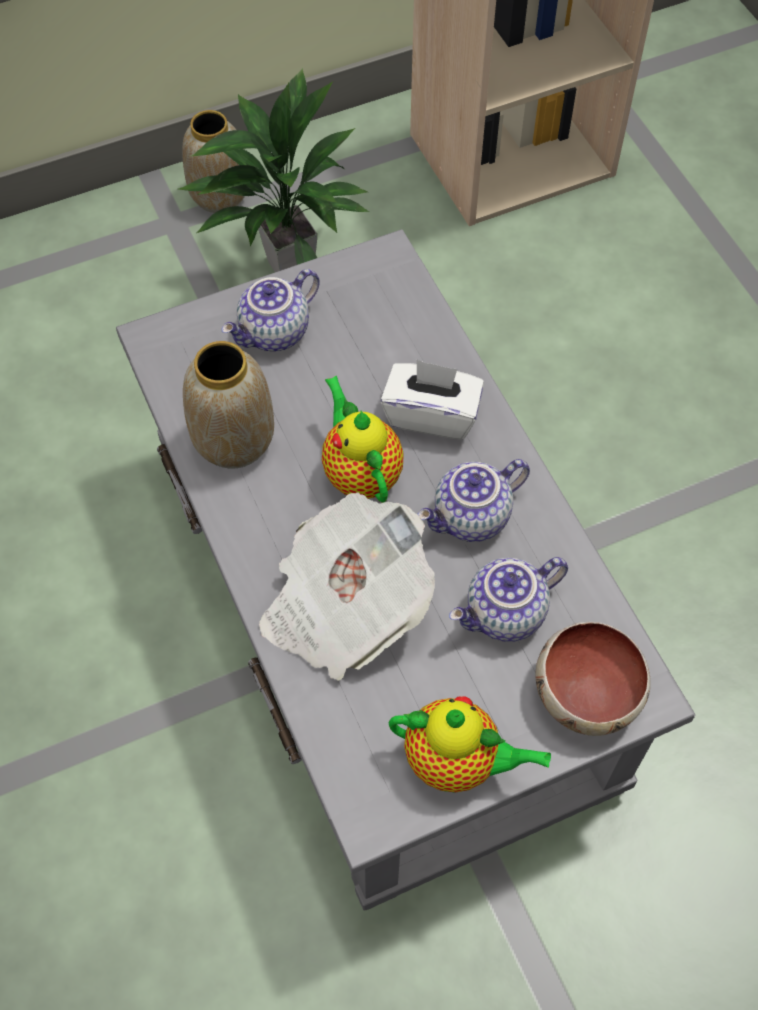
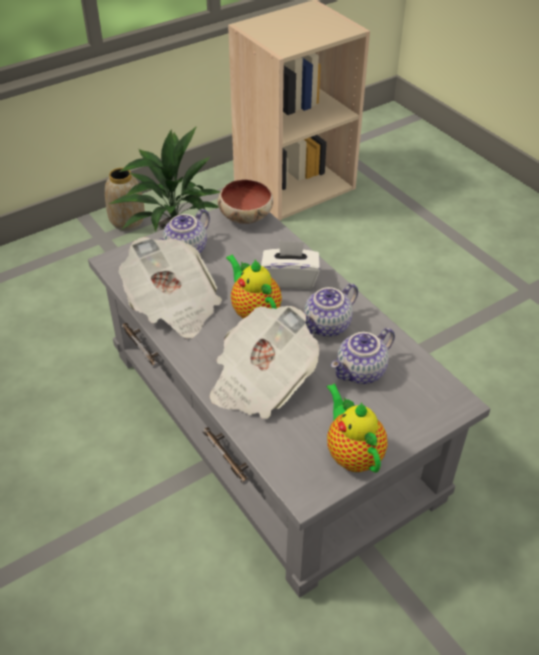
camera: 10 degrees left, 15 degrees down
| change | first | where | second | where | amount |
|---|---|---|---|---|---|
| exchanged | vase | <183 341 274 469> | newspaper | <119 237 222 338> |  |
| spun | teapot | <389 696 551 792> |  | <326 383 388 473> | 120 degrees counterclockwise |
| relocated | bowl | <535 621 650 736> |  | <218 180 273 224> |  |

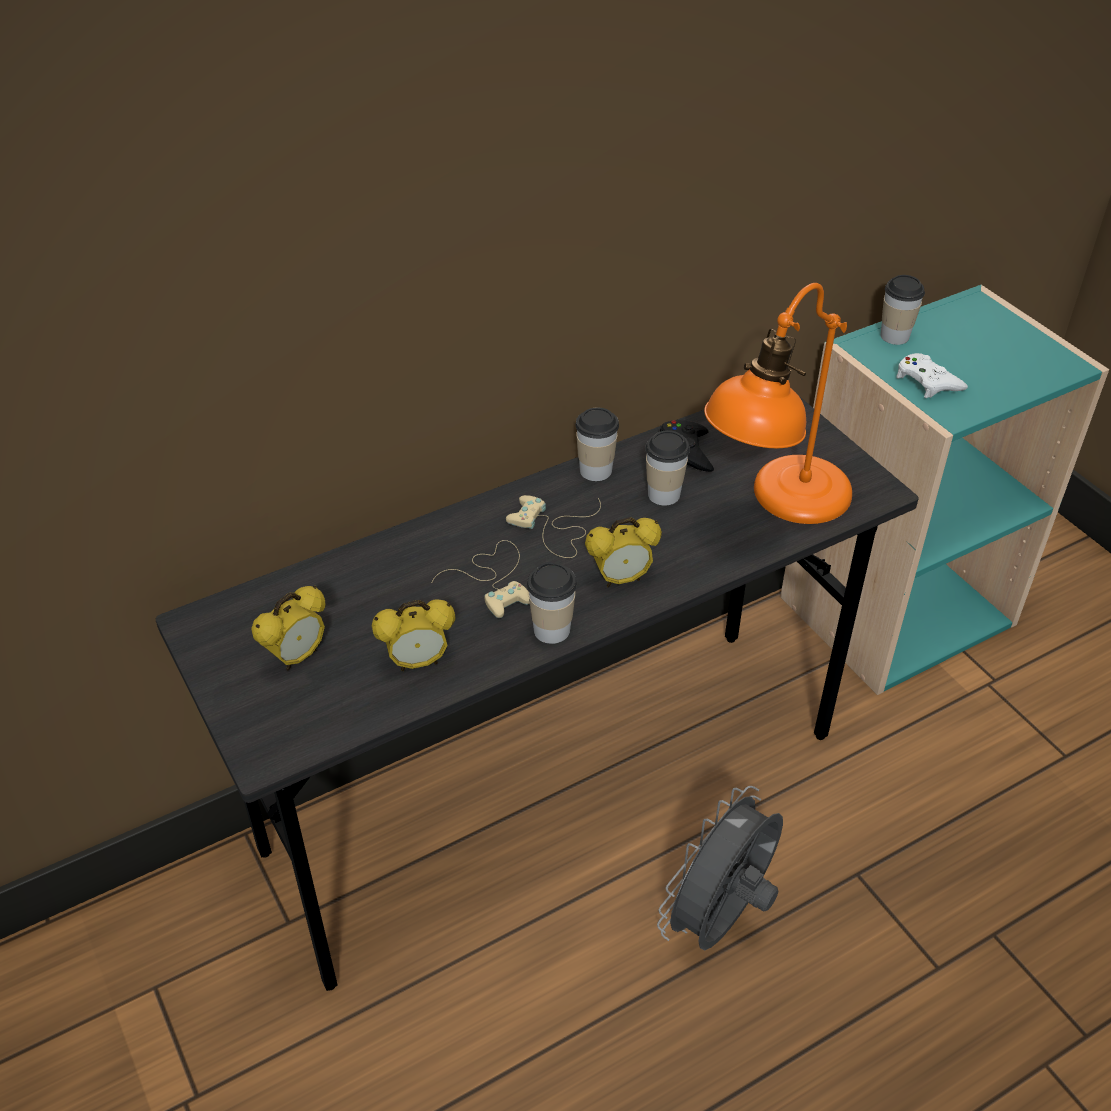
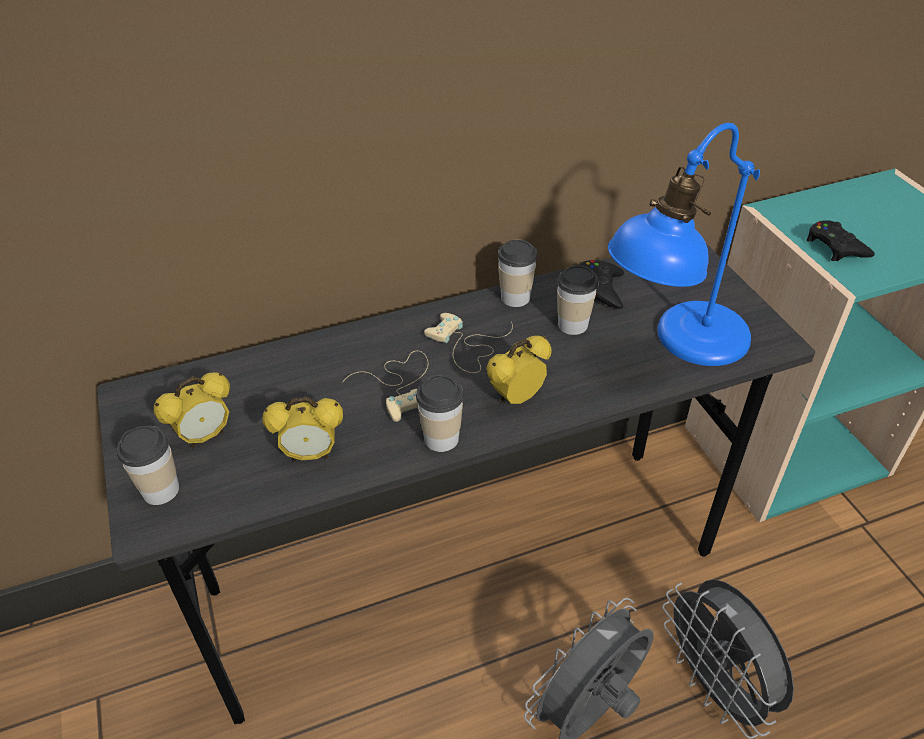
camera: 10 degrees right, 0 degrees up
| change | first | where | second | where | amount |
|---|---|---|---|---|---|
| spun | alarm clock | <585 517 662 587> |  | <486 336 552 404> | 150 degrees clockwise |
| colour | orange table lamp | <704 283 852 524> | blue table lamp | <608 123 760 366> |  |
| relocated | cup | <880 275 925 345> |  | <117 426 179 505> |  |
| colour | white game controller | <896 353 968 398> | black game controller | <806 220 875 261> |  |
| appeared |  |  | grey fan | <662 579 794 739> |  |

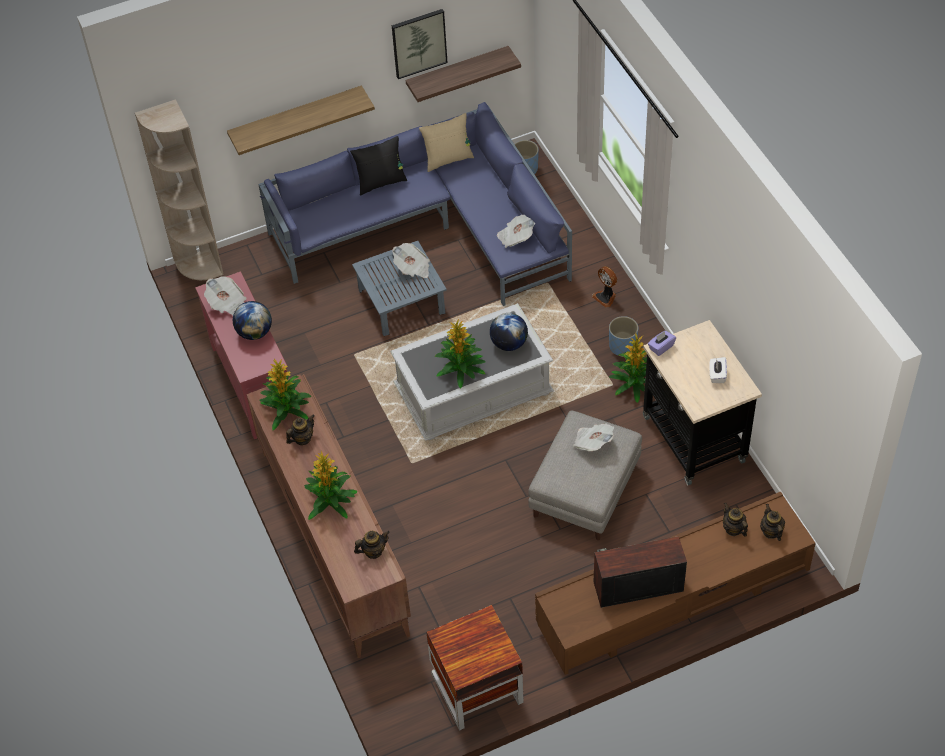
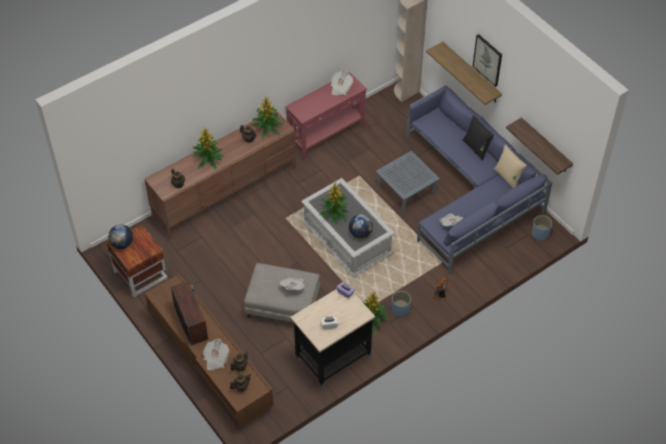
camera: 75 degrees right, 0 degrees up
| change | first | where | second | where | amount |
|---|---|---|---|---|---|
| relocated | globe | <233 301 272 340> |  | <108 224 133 249> |  |
| relocated | picture | <392 9 448 79> |  | <472 34 502 87> |  |
| relocated | newspaper | <392 243 430 278> |  | <203 339 229 370> |  |

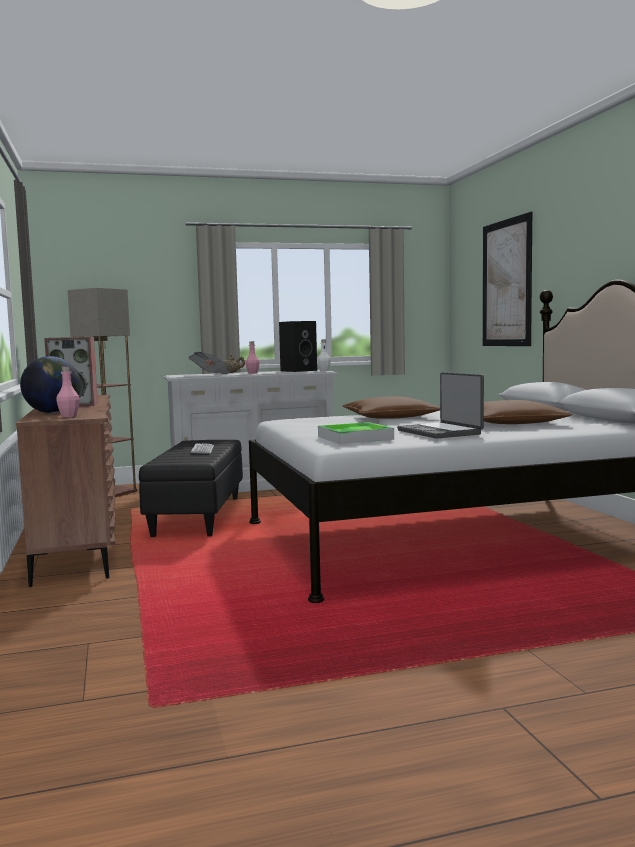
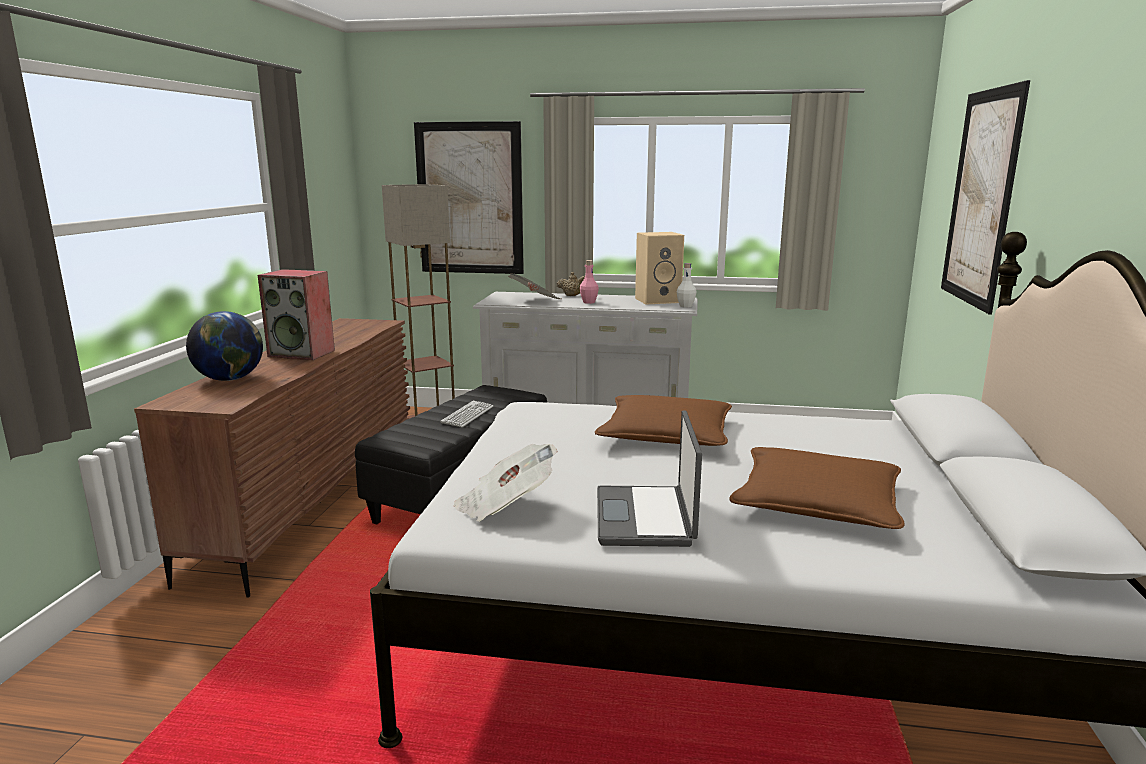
camera: 25 degrees right, 10 degrees up
| change | first | where | second | where | amount |
|---|---|---|---|---|---|
| missing | pink bottle | <56 366 80 417> |  |  |  |
| colour | black speaker | <279 321 317 372> | beige speaker | <635 232 684 305> |  |
| exchanged | tray | <318 422 394 444> | newspaper | <454 444 558 521> |  |
| appeared |  |  | picture | <414 121 524 274> |  |

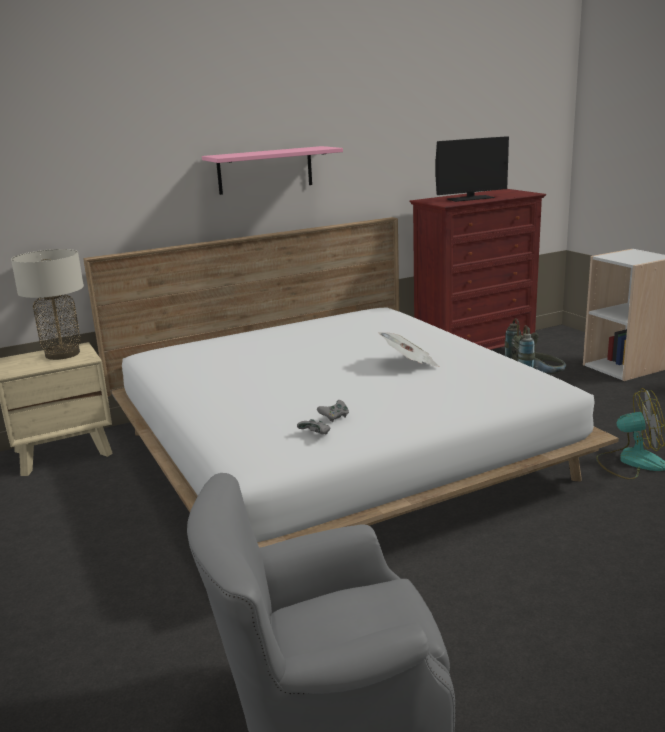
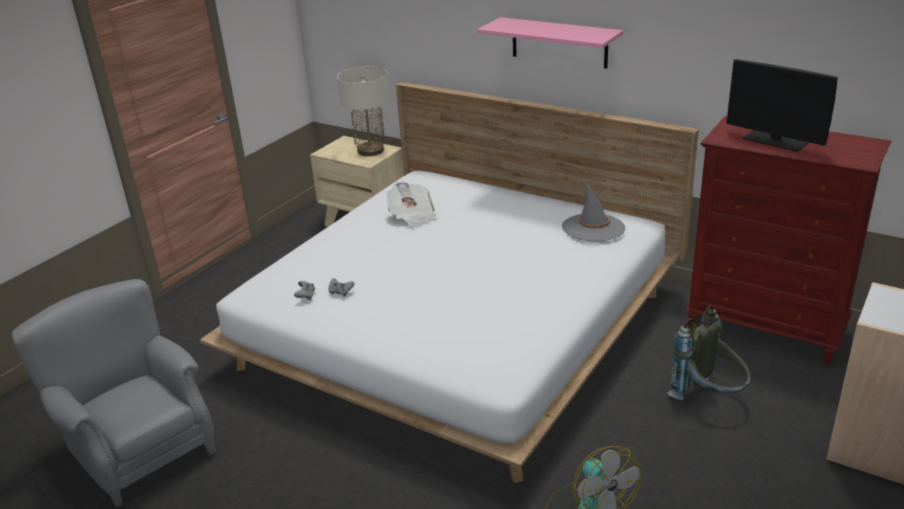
camera: 60 degrees right, 10 degrees up
| change | first | where | second | where | amount |
|---|---|---|---|---|---|
| relocated | newspaper | <378 332 440 367> |  | <386 181 436 229> |  |
| appeared |  |  | grey hat | <562 183 625 241> |  |

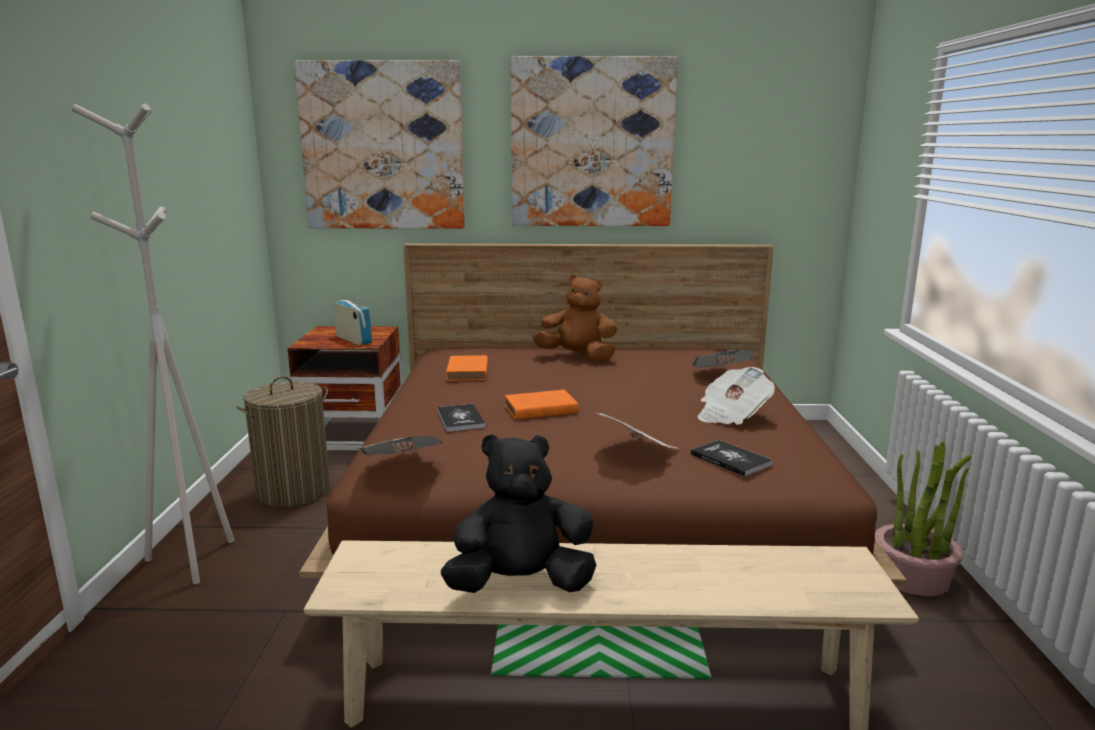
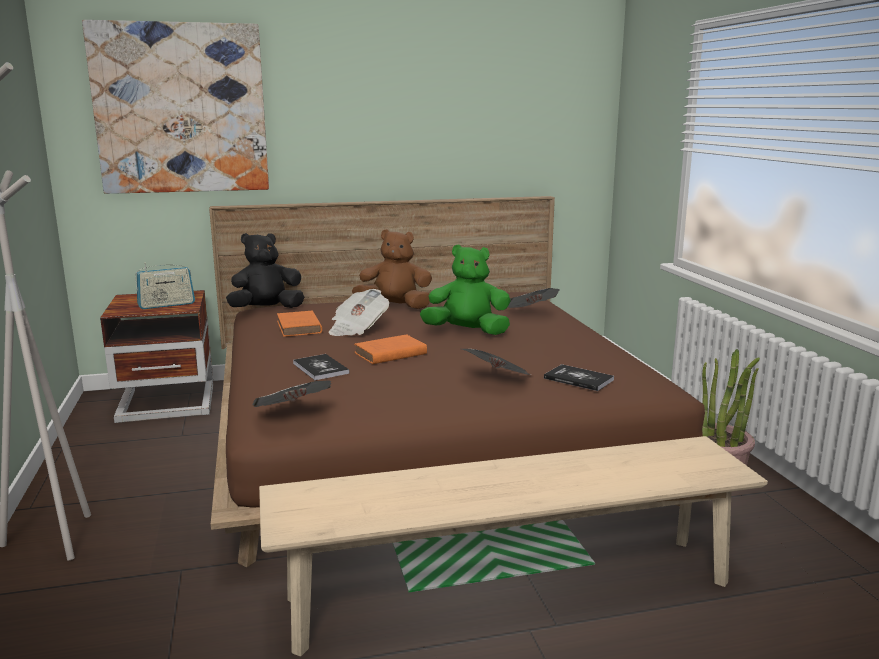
camera: 15 degrees left, 0 degrees up
| change | first | where | second | where | amount |
|---|---|---|---|---|---|
| missing | laundry basket | <236 376 330 507> |  |  |  |
| spun | radio | <334 298 372 345> |  | <135 262 195 309> | 120 degrees clockwise |
| relocated | black plush toy | <441 434 596 593> |  | <226 233 304 308> |  |
| missing | picture | <510 56 678 226> |  |  |  |
| relocated | newspaper | <698 367 775 425> |  | <329 289 389 336> |  |
| appeared |  |  | green plush toy | <420 245 511 335> |  |

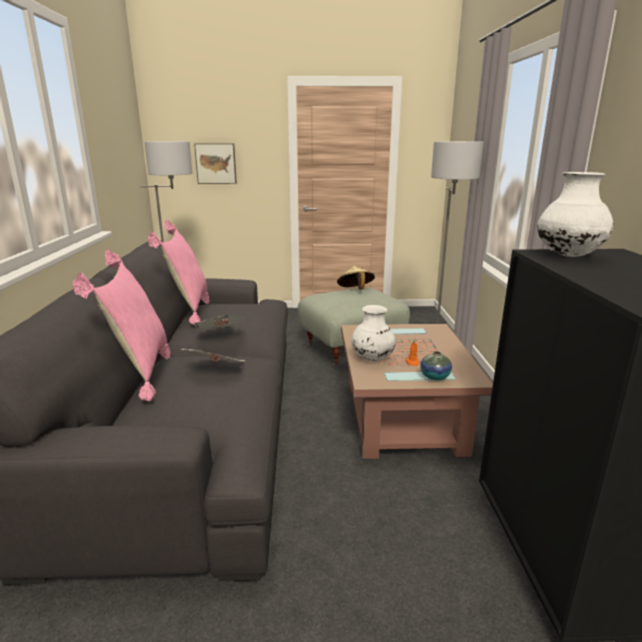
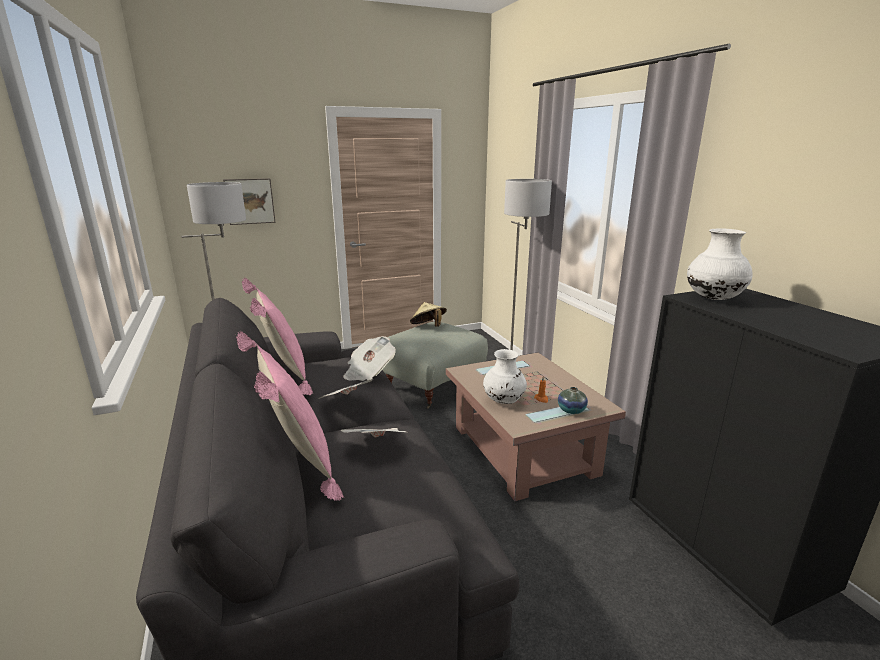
camera: 20 degrees left, 0 degrees up
| change | first | where | second | where | amount |
|---|---|---|---|---|---|
| appeared |  |  | newspaper | <343 336 396 381> |  |

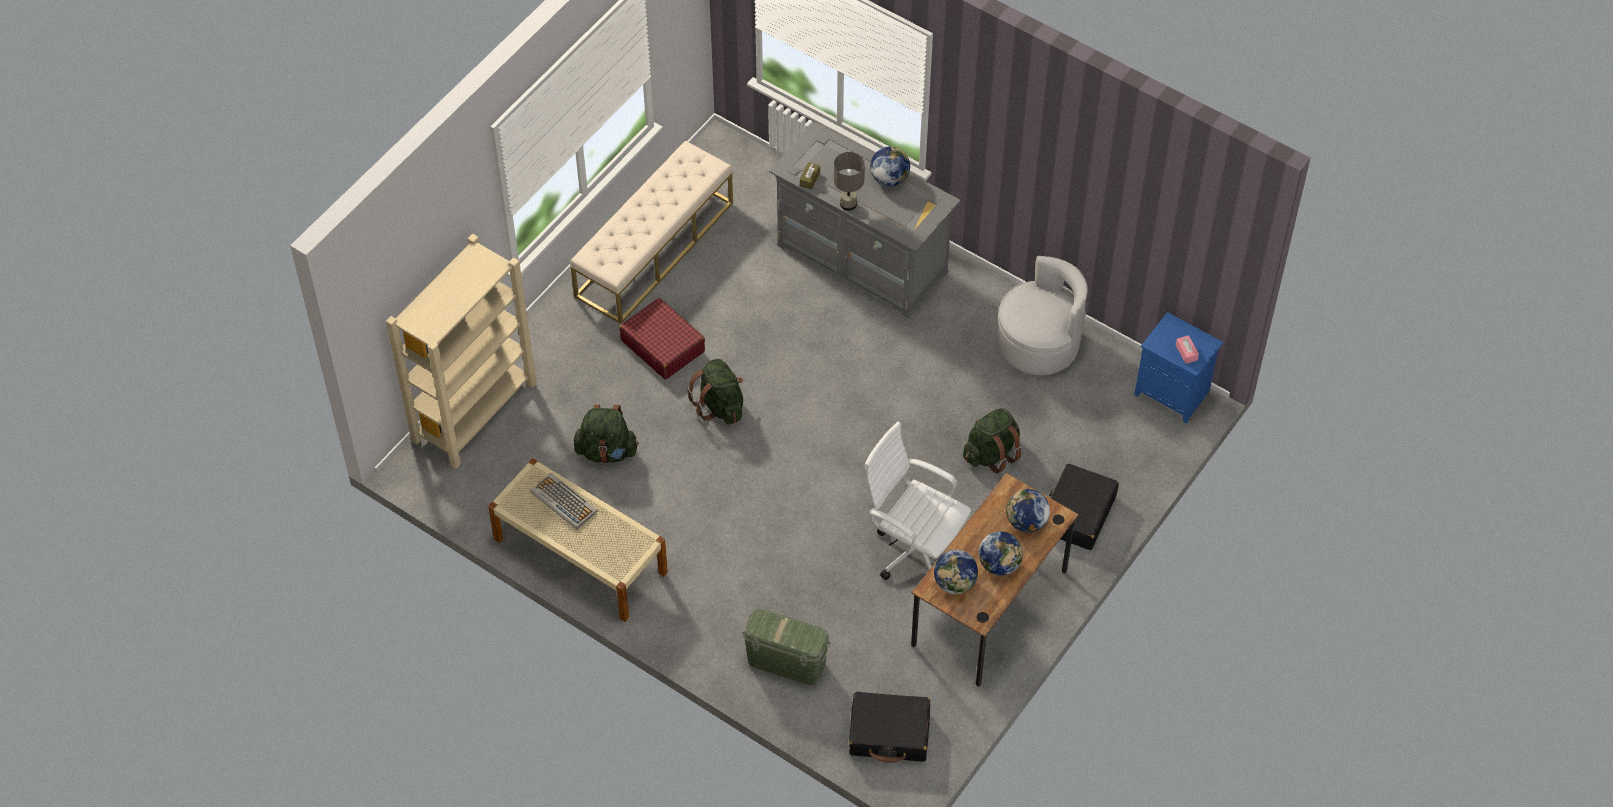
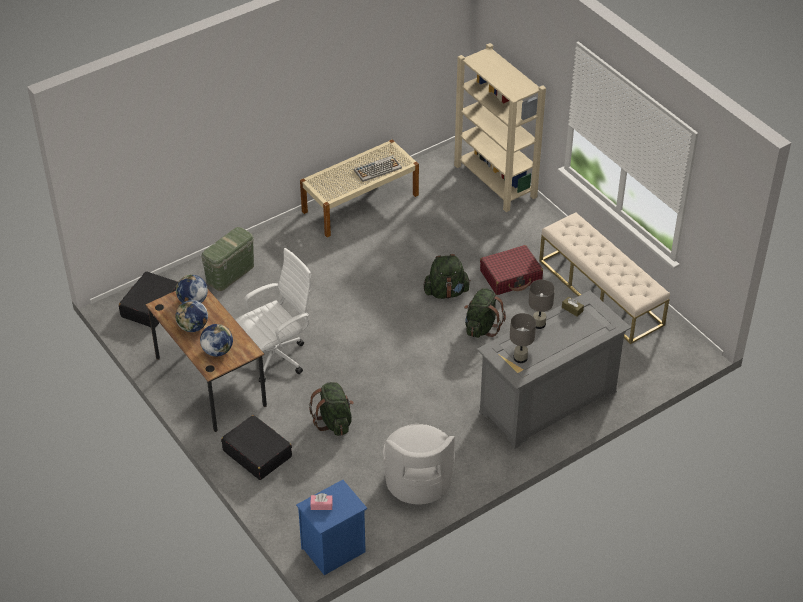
camera: 110 degrees right, 10 degrees down
| change | first | where | second | where | amount |
|---|---|---|---|---|---|
| relocated | green backpack | <573 405 639 463> |  | <464 288 506 338> |  |
| missing | globe | <870 146 910 187> |  |  |  |
| appeared |  |  | grey table lamp | <510 313 536 363> |  |

